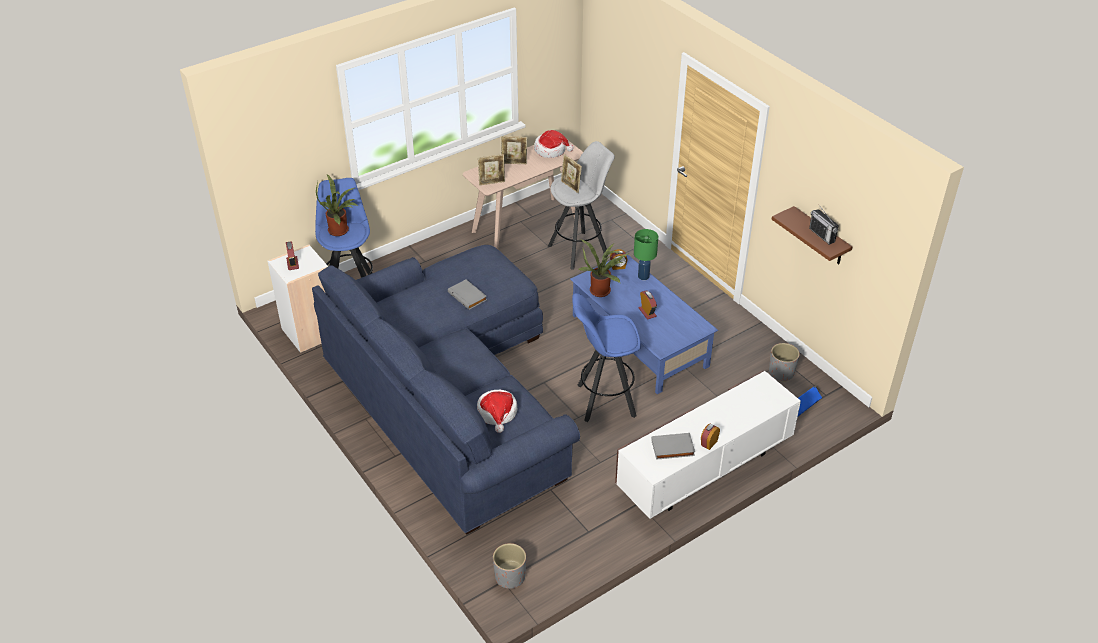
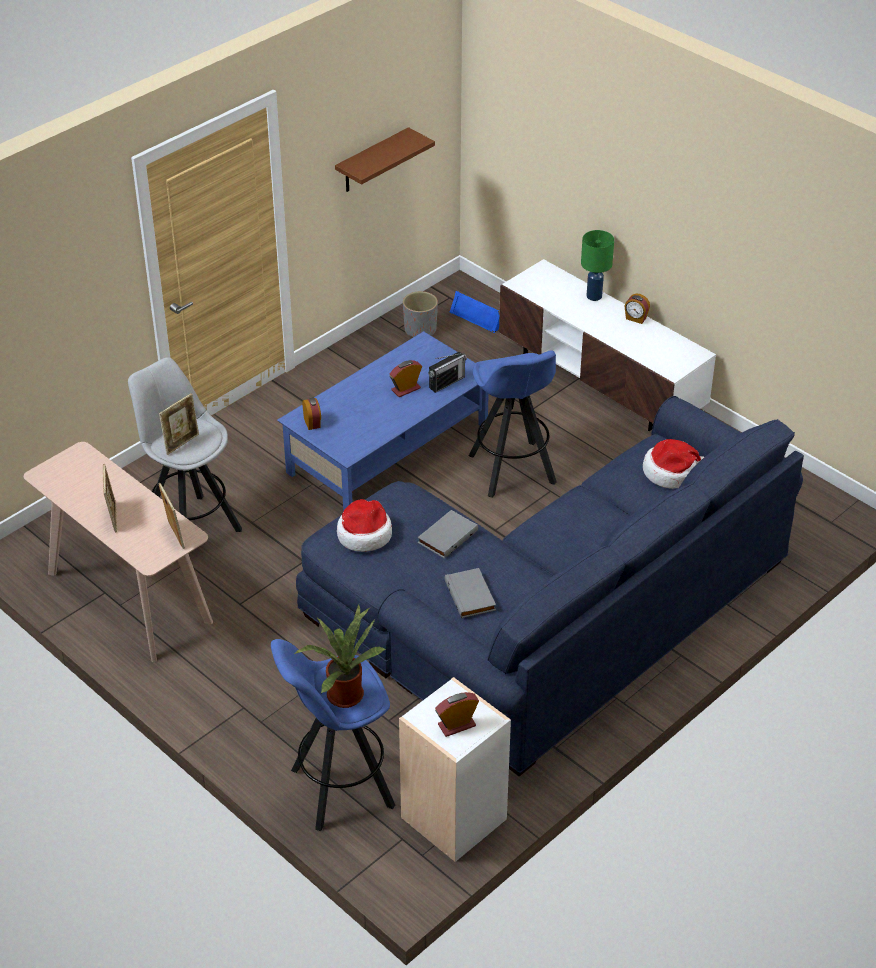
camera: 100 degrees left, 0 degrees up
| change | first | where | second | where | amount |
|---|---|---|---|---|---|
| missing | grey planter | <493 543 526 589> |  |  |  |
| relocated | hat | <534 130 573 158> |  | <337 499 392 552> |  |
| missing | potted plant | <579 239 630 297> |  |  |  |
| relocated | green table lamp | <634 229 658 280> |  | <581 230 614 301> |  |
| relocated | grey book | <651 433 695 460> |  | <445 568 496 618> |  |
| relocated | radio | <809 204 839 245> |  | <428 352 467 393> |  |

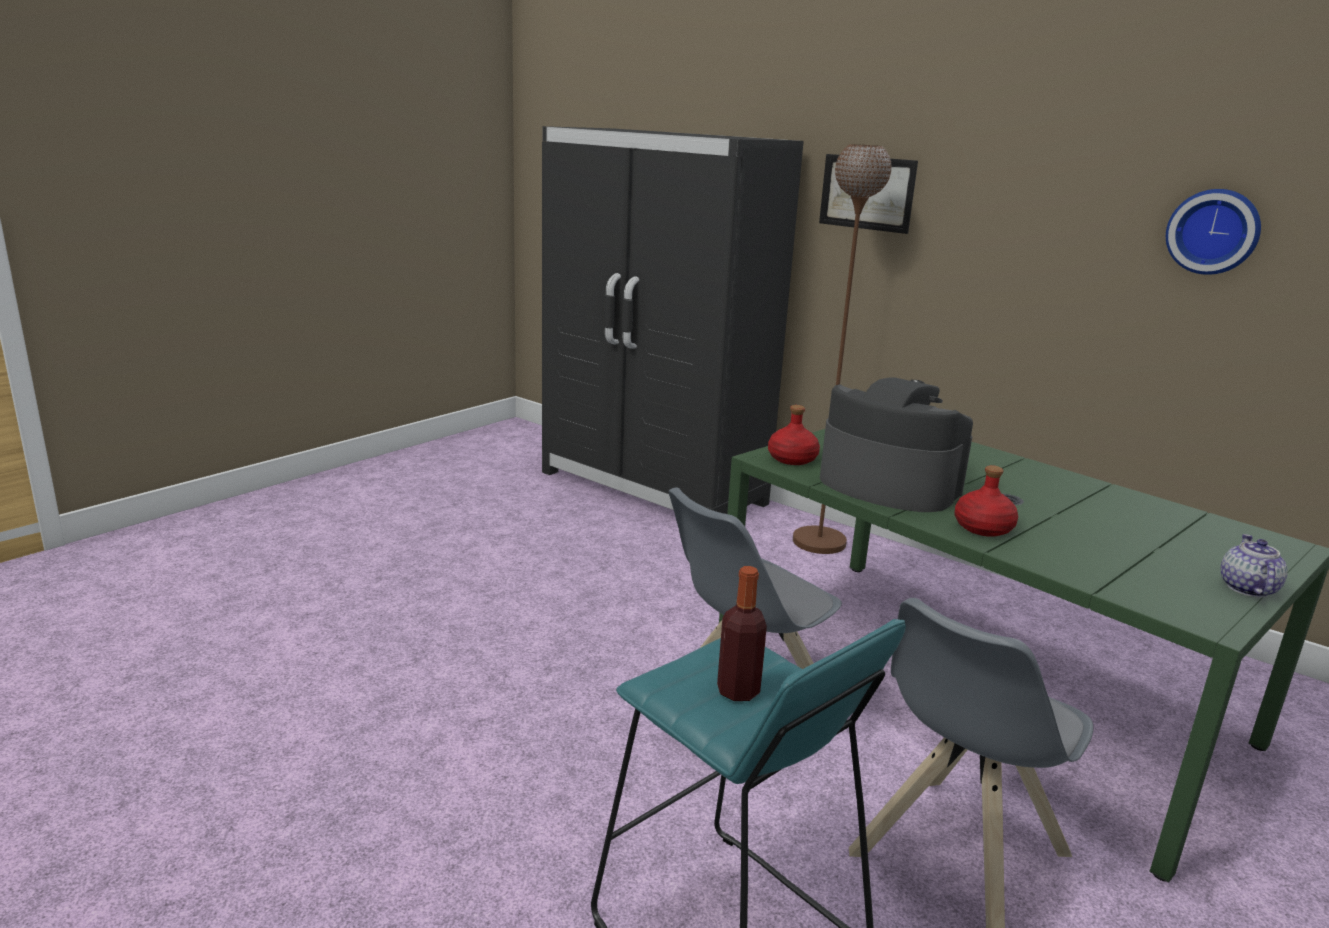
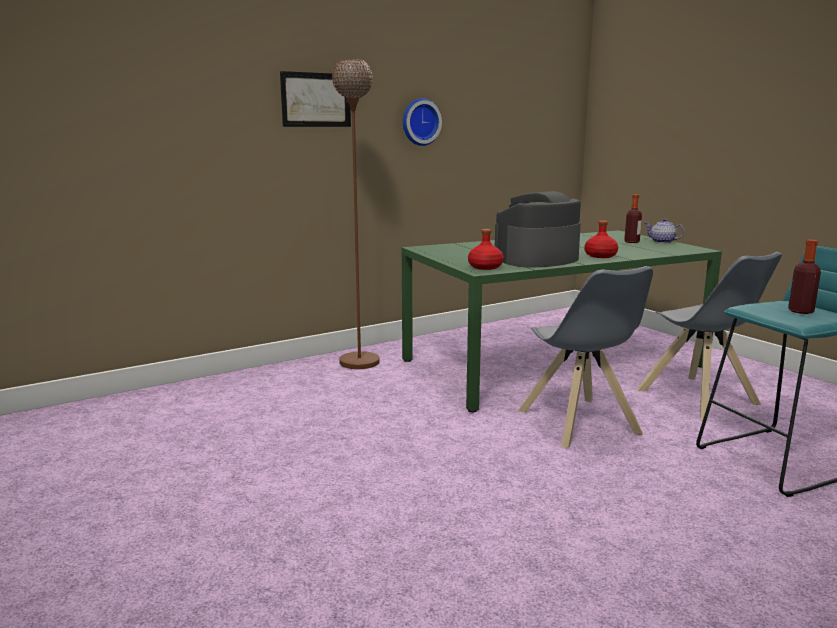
camera: 70 degrees left, 5 degrees down
| change | first | where | second | where | amount |
|---|---|---|---|---|---|
| missing | black cabinet | <542 126 804 514> |  |  |  |
| relocated | wall clock | <1166 189 1261 275> |  | <403 98 442 146> |  |
| appeared |  |  | bottle | <624 194 642 243> |  |

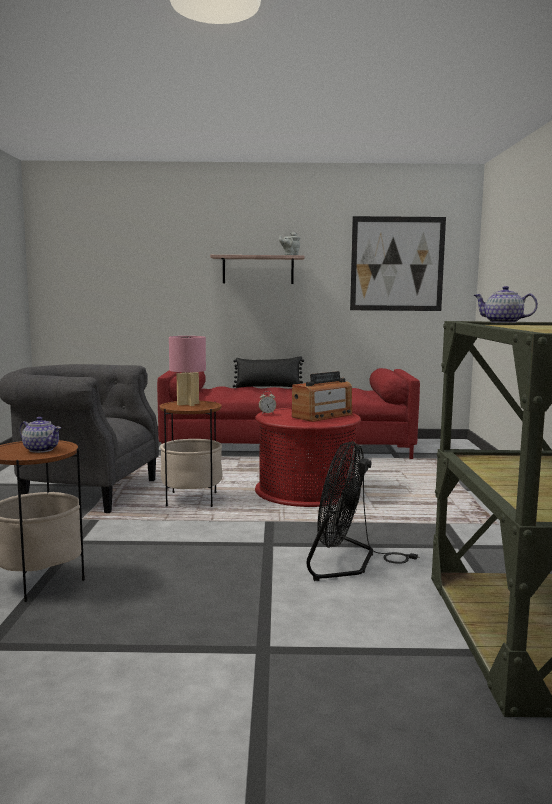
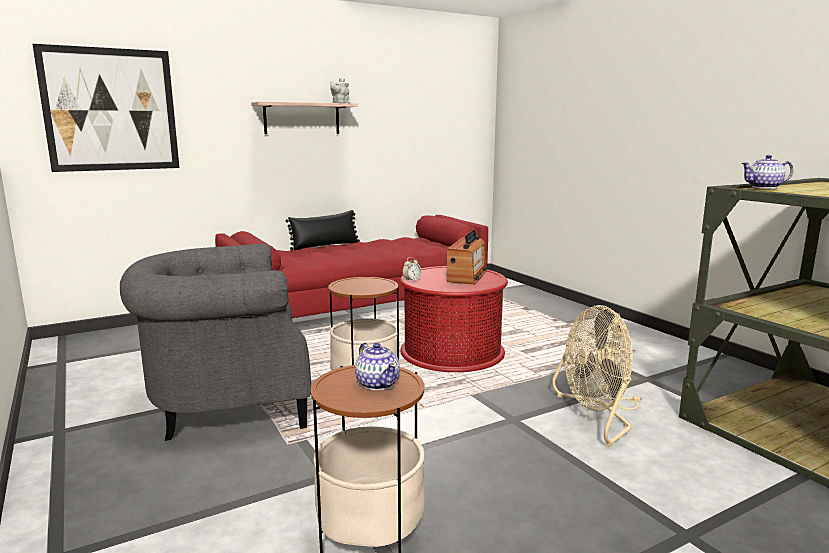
camera: 30 degrees left, 5 degrees up
| change | first | where | second | where | amount |
|---|---|---|---|---|---|
| spun | teapot | <20 417 61 453> |  | <355 343 400 390> | 60 degrees clockwise |
| missing | pink table lamp | <169 336 206 406> |  |  |  |
| colour | black fan | <307 441 419 581> | beige fan | <552 305 642 448> |  |
| relocated | picture | <350 216 446 311> |  | <33 44 179 172> |  |

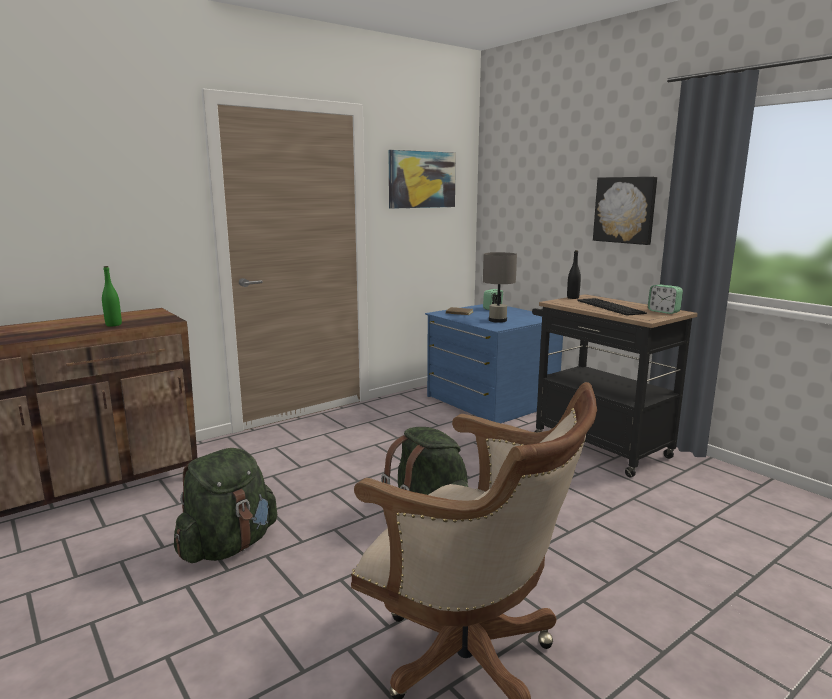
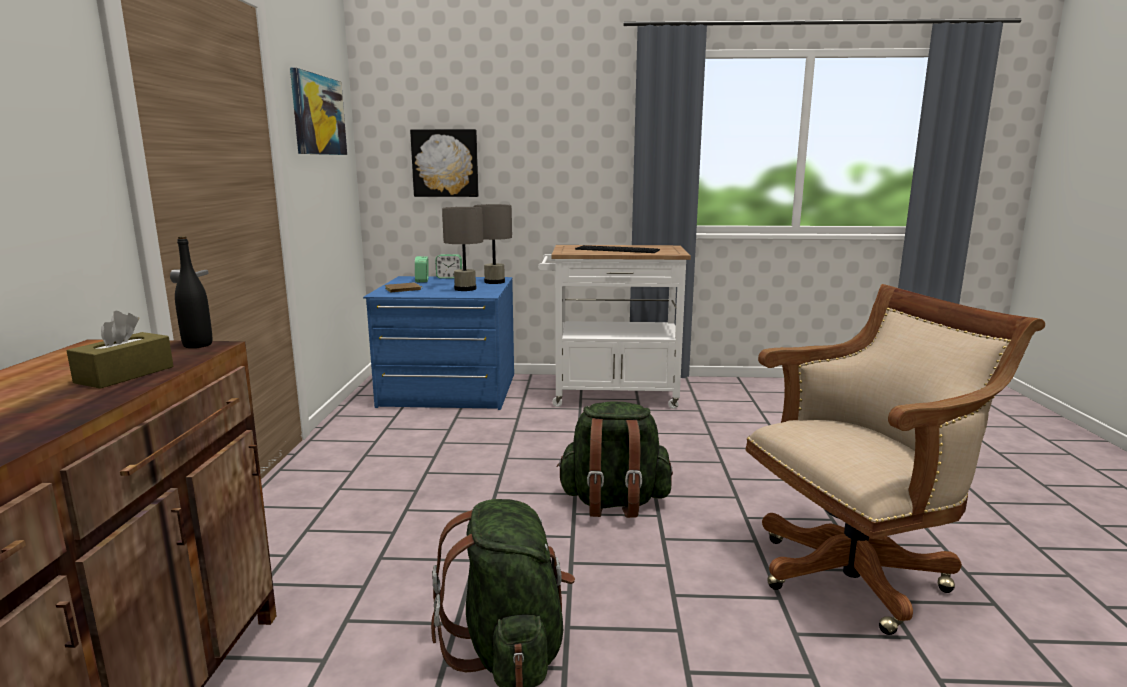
camera: 50 degrees left, 0 degrees up
| change | first | where | second | where | amount |
|---|---|---|---|---|---|
| exchanged | green bottle | <102 266 122 326> | brown tissue box | <67 311 173 389> |  |
| colour | black cart | <532 294 698 478> | white cart | <538 245 691 409> |  |
| relocated | black bottle | <567 250 581 299> |  | <175 236 212 348> |  |
| relocated | picture | <593 177 657 245> |  | <410 129 479 197> |  |
| relocated | alarm clock | <648 284 683 314> |  | <435 254 462 279> |  |
| appeared |  |  | grey table lamp | <474 204 512 284> |  |

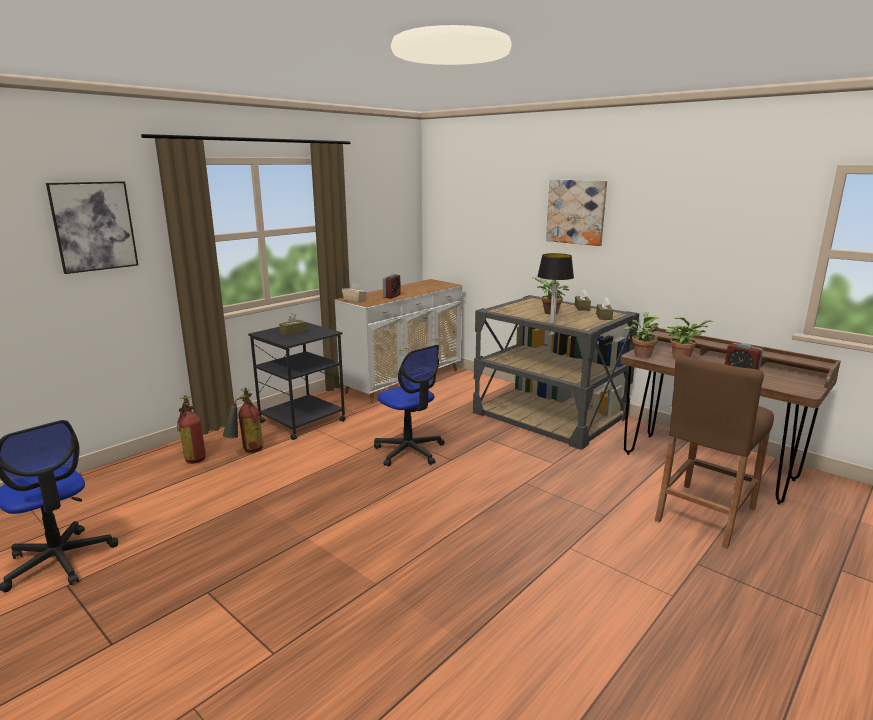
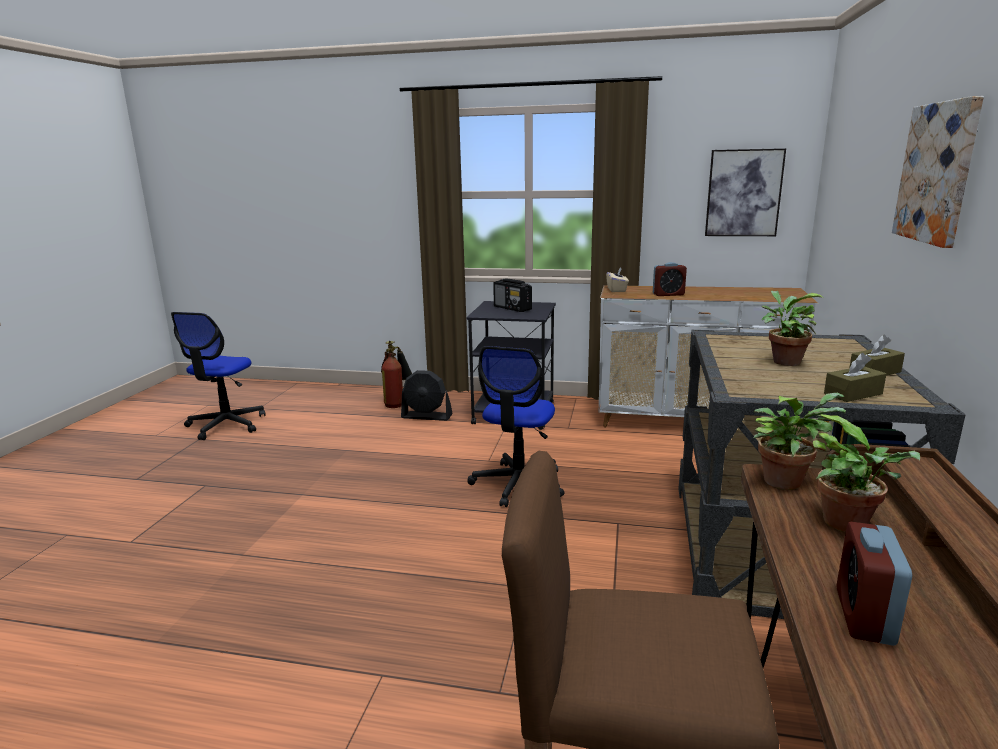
camera: 60 degrees right, 0 degrees up
| change | first | where | second | where | amount |
|---|---|---|---|---|---|
| relocated | picture | <46 181 138 274> |  | <705 148 786 236> |  |
| exchanged | fire extinguisher | <223 388 263 453> | black fan | <401 370 453 421> |  |
| exchanged | brown tissue box | <279 313 307 336> | radio | <493 278 532 312> |  |
| missing | table lamp | <537 253 574 323> |  |  |  |

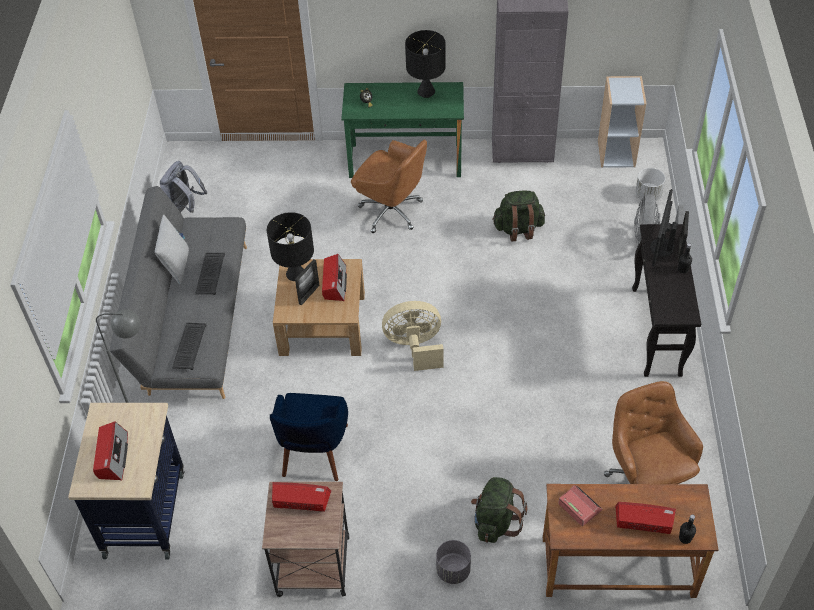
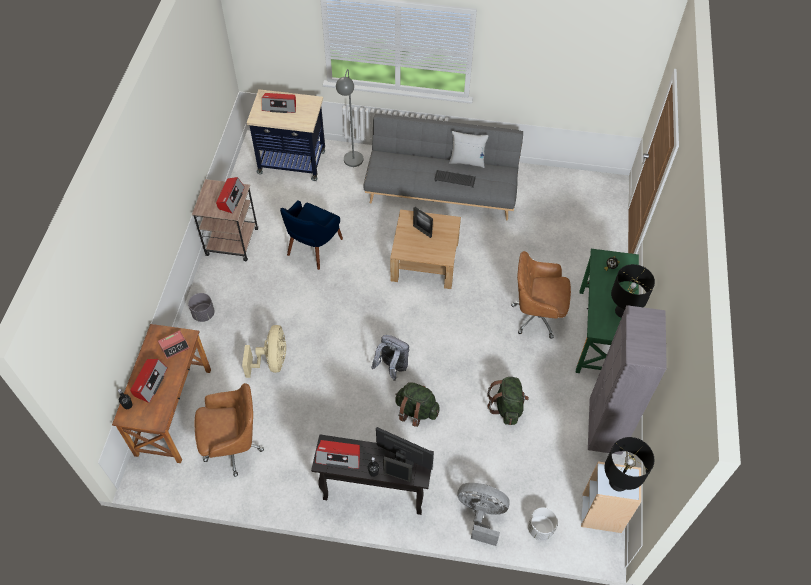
camera: 95 degrees right, 5 degrees up
| change | first | where | second | where | amount |
|---|---|---|---|---|---|
| relocated | grey backpack | <160 161 207 213> |  | <371 335 409 381> |  |
| missing | keyboard | <172 323 207 370> |  |  |  |
| relocated | black table lamp | <267 212 314 281> |  | <605 437 654 491> |  |
| spun | blue armchair | <270 393 348 481> |  | <280 200 343 270> | 75 degrees counterclockwise |
| relocated | radio | <322 254 347 301> |  | <315 440 360 469> |  |
| spun | brown office chair | <351 140 427 233> |  | <511 251 571 339> | 60 degrees clockwise |
| relocated | beige fan | <382 301 444 371> |  | <242 325 286 378> |  |
| relocated | green backpack | <471 477 527 543> |  | <395 382 439 427> |  |

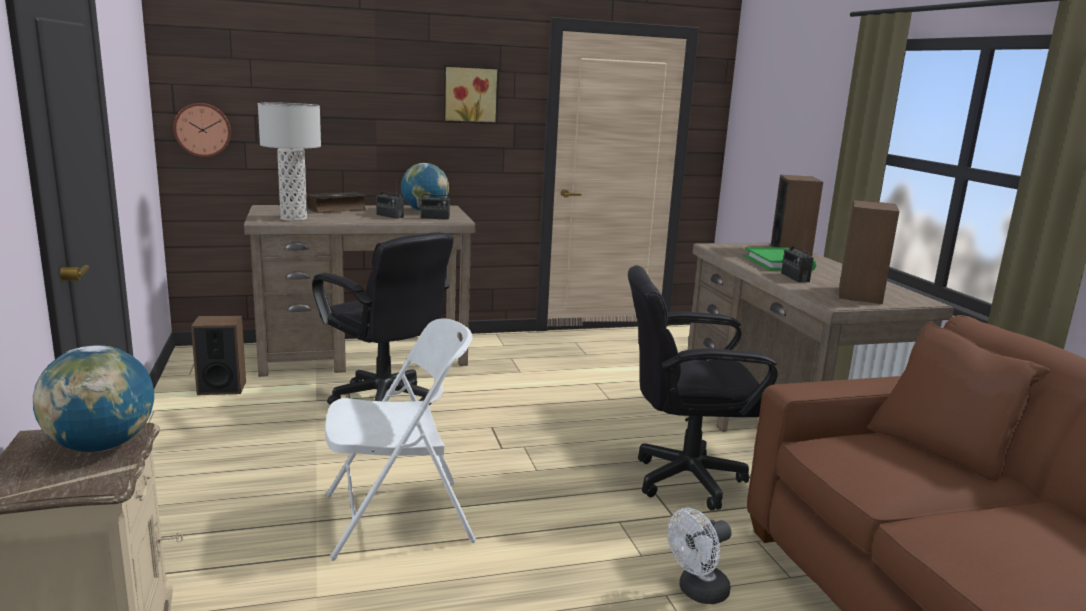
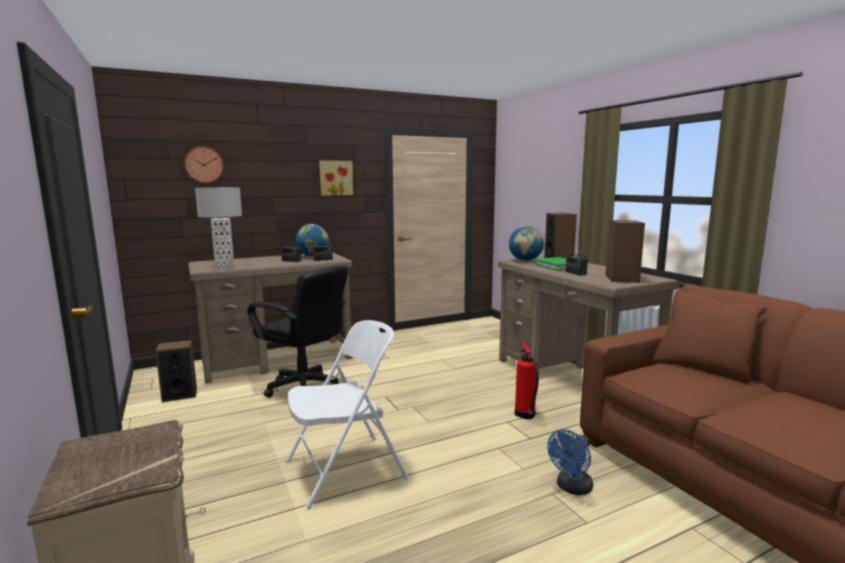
camera: 10 degrees left, 5 degrees down
| change | first | where | second | where | amount |
|---|---|---|---|---|---|
| relocated | globe | <33 345 154 452> |  | <509 226 544 261> |  |
| relocated | wall clock | <173 103 231 157> |  | <184 146 224 184> |  |
| missing | book | <306 192 366 213> |  |  |  |
| exchanged | black office chair | <628 265 778 511> | fire extinguisher | <515 342 539 419> |  |
| colour | white fan | <668 508 732 604> | blue fan | <547 429 593 495> |  |

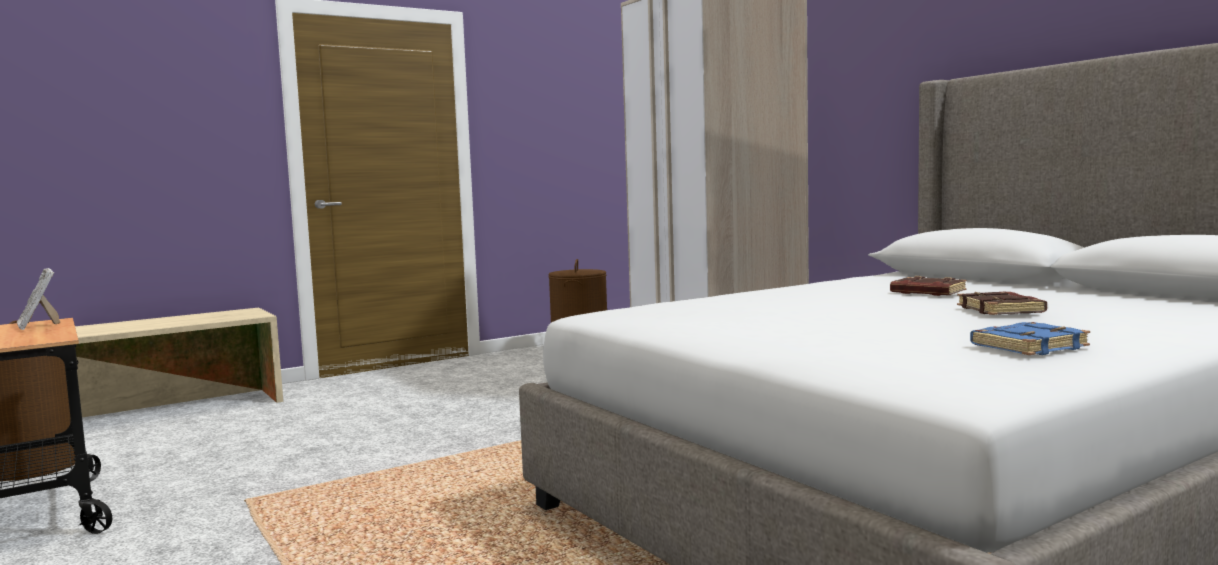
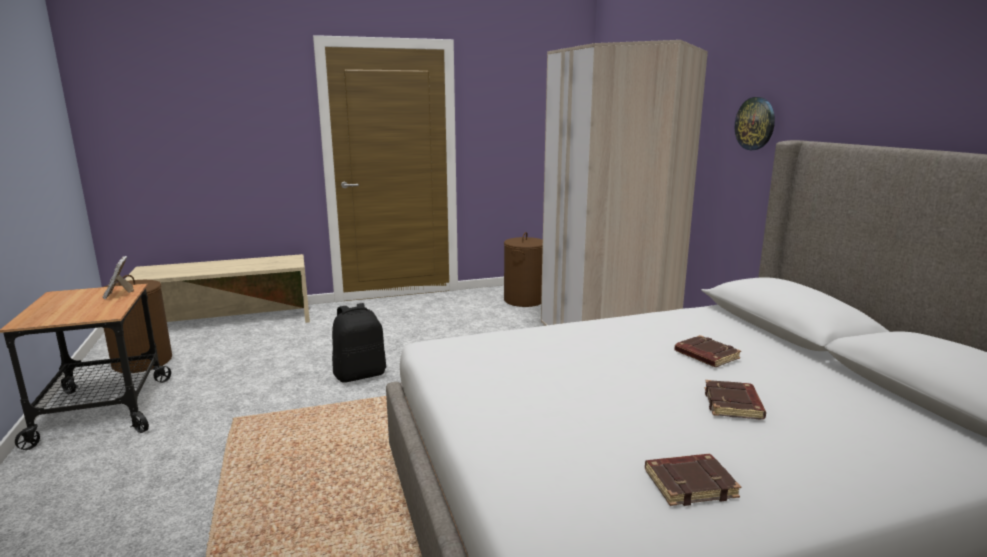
camera: 15 degrees right, 10 degrees up
| change | first | where | second | where | amount |
|---|---|---|---|---|---|
| colour | blue book | <970 322 1090 355> | brown book | <645 454 741 506> |  |
| appeared |  |  | black backpack | <332 303 386 383> |  |
| appeared |  |  | wall clock | <735 97 775 150> |  |

